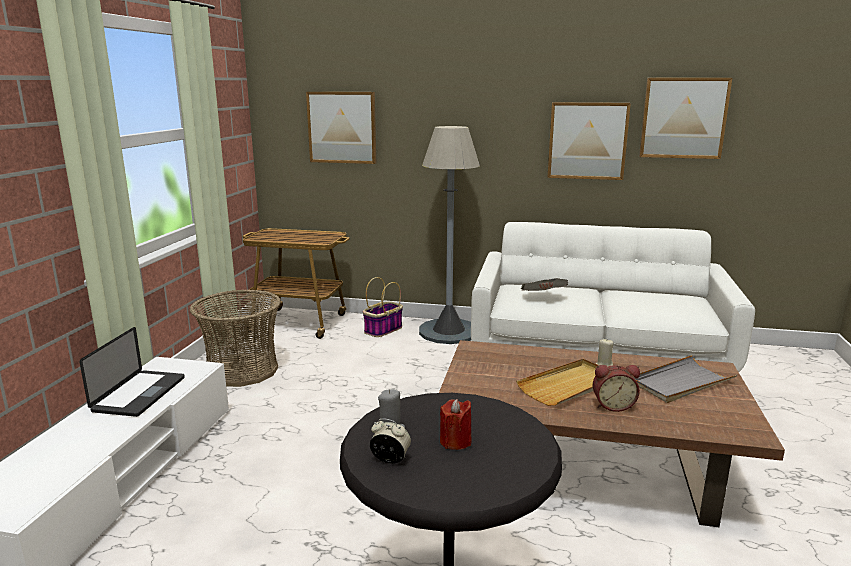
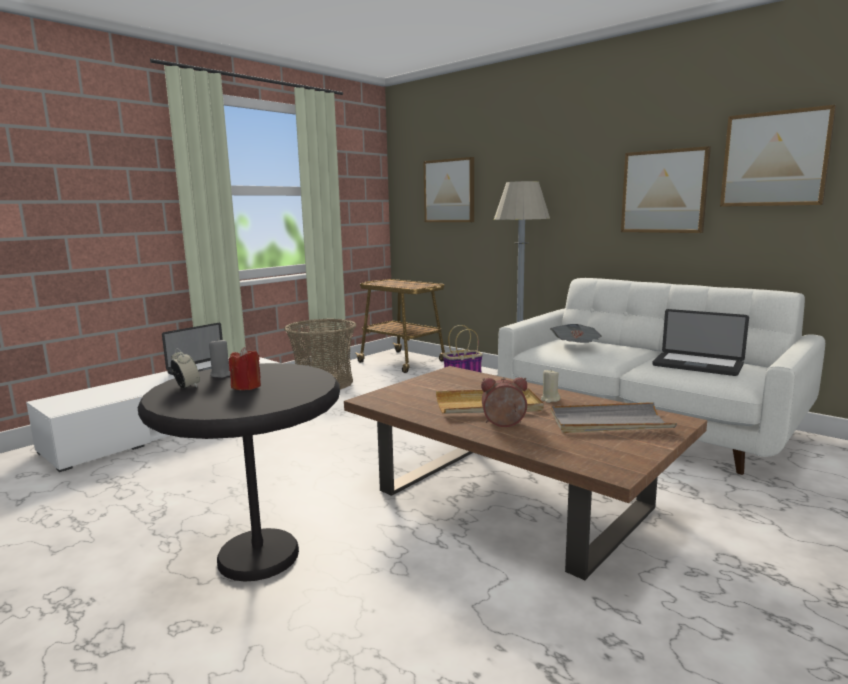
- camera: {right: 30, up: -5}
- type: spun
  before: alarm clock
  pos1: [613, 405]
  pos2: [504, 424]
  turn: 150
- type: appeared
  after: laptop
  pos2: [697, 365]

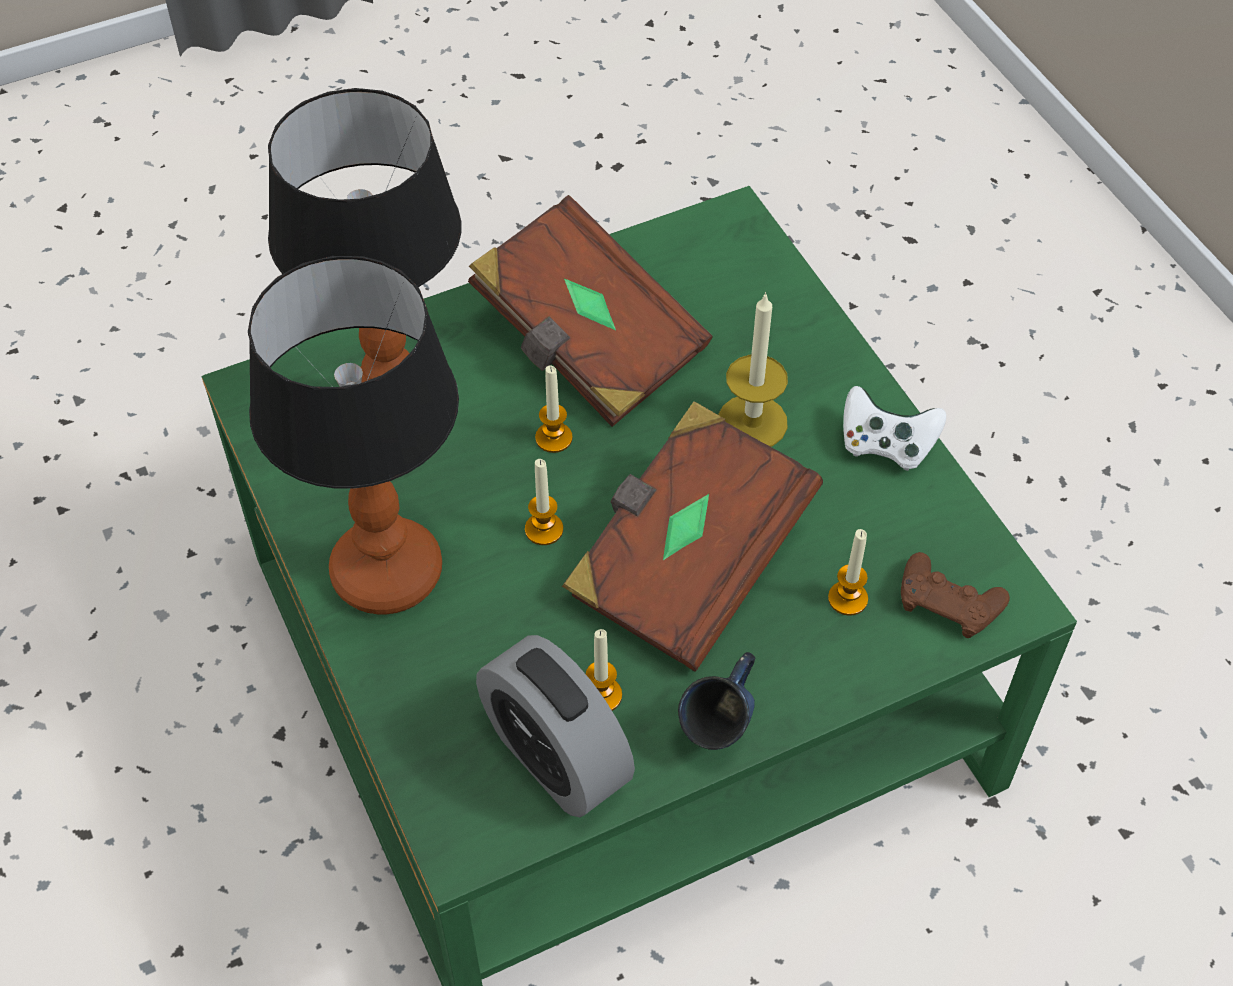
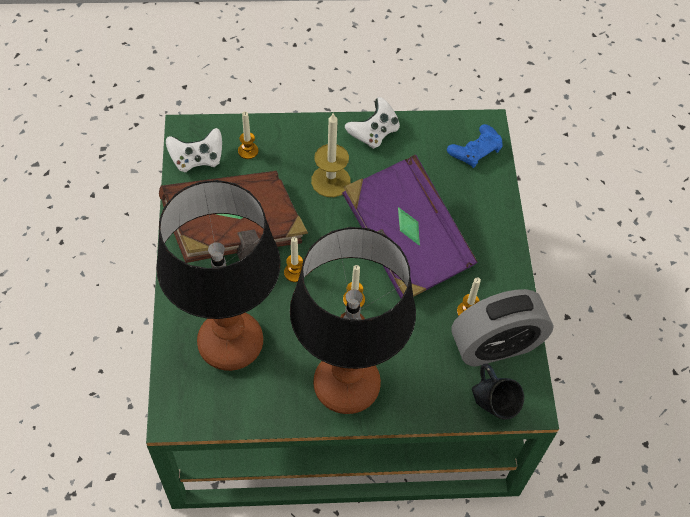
- camera: {right: -70, up: 5}
- type: colour
  before: brown book
  after: purple book
  pos1: [687, 562]
  pos2: [404, 244]
- type: relocated
  before: blue mug
  pos1: [720, 731]
  pos2: [491, 405]
- type: relocated
  before: candle
  pos1: [847, 599]
  pos2: [248, 151]
- type: colour
  before: brown game controller
  after: blue game controller
  pos1: [948, 602]
  pos2: [475, 150]
- type: appeared
  after: white game controller
  pos2: [197, 159]

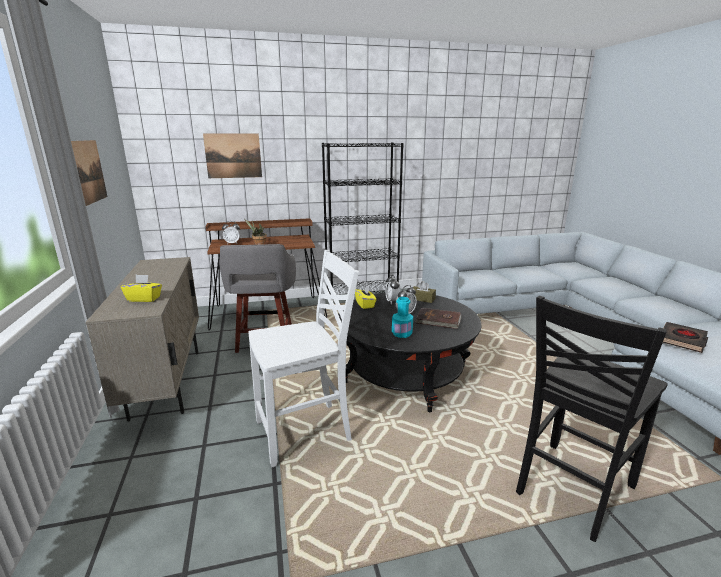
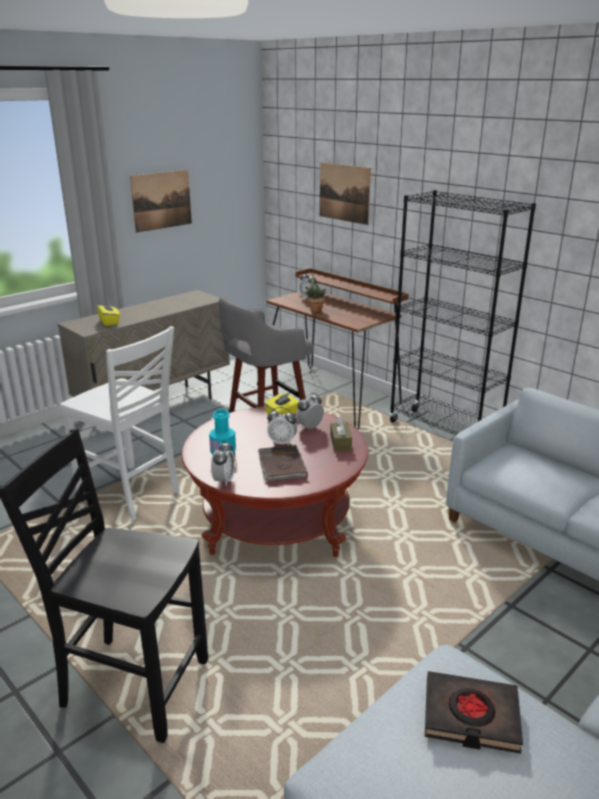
- camera: {right: 60, up: 5}
- type: colour
  before: black coffee table
  after: red coffee table
  pos1: [405, 374]
  pos2: [276, 519]
- type: appeared
  after: alarm clock
  pos2: [223, 480]

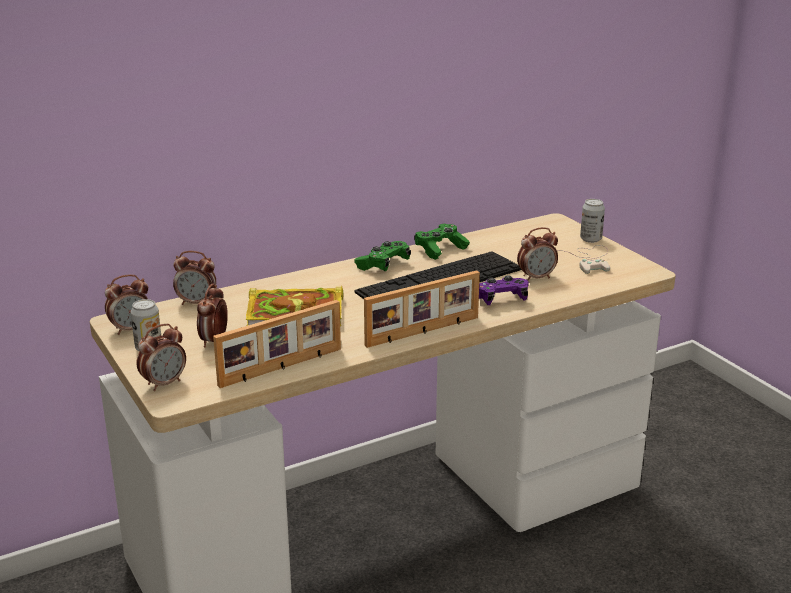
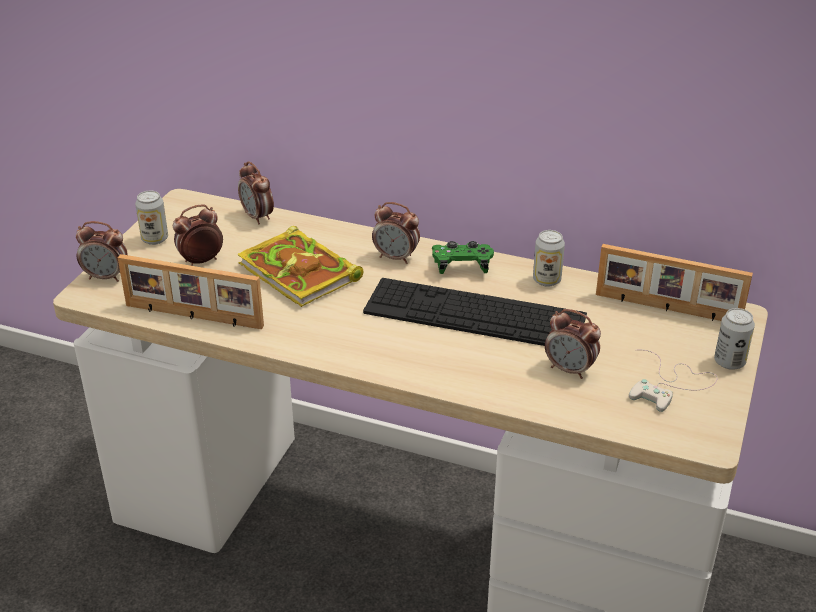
- camera: {right: 50, up: 10}
- type: relocated
  before: alarm clock
  pos1: [131, 329]
  pos2: [396, 257]
- type: relocated
  before: picture frame
  pos1: [423, 332]
  pos2: [667, 309]
- type: exchanged
  before: green game controller
  after: can
  pos1: [440, 249]
  pos2: [546, 280]
- type: missing
  before: purple game controller
  pos1: [499, 299]

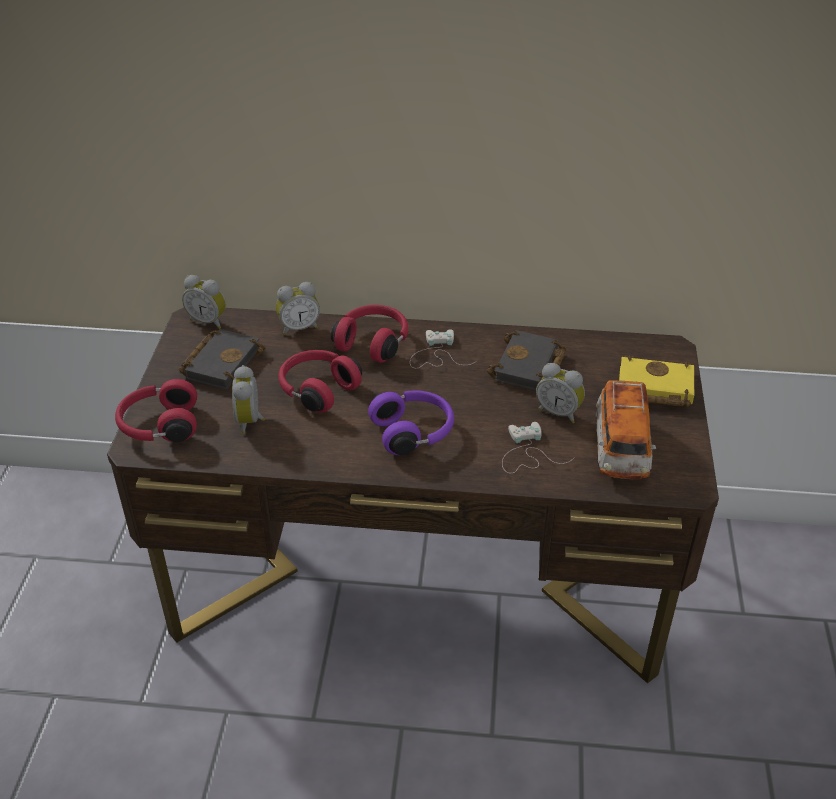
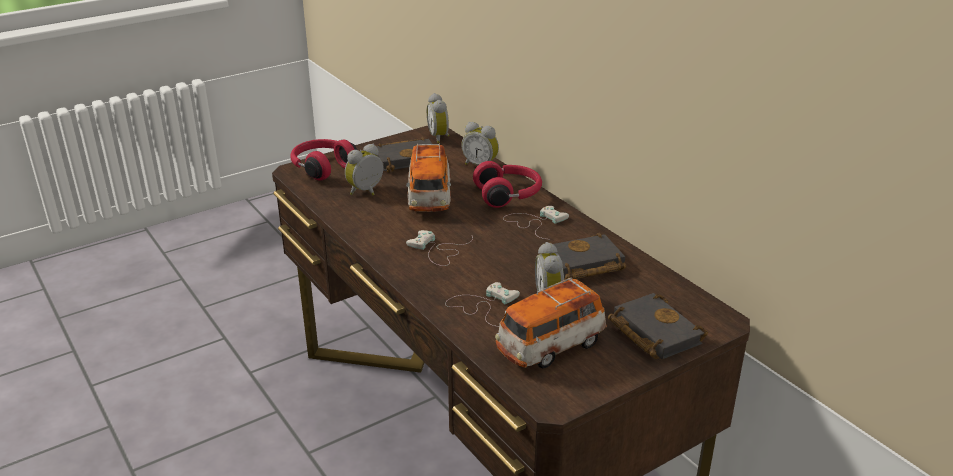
- camera: {right: 50, up: -10}
- type: exchanged
  before: red headphones
  after: toy car
  pos1: [317, 389]
  pos2: [429, 199]
- type: exchanged
  before: purple headphones
  after: white game controller
  pos1: [414, 432]
  pos2: [438, 250]
- type: colour
  before: yellow book
  after: black book
  pos1: [652, 388]
  pos2: [652, 332]

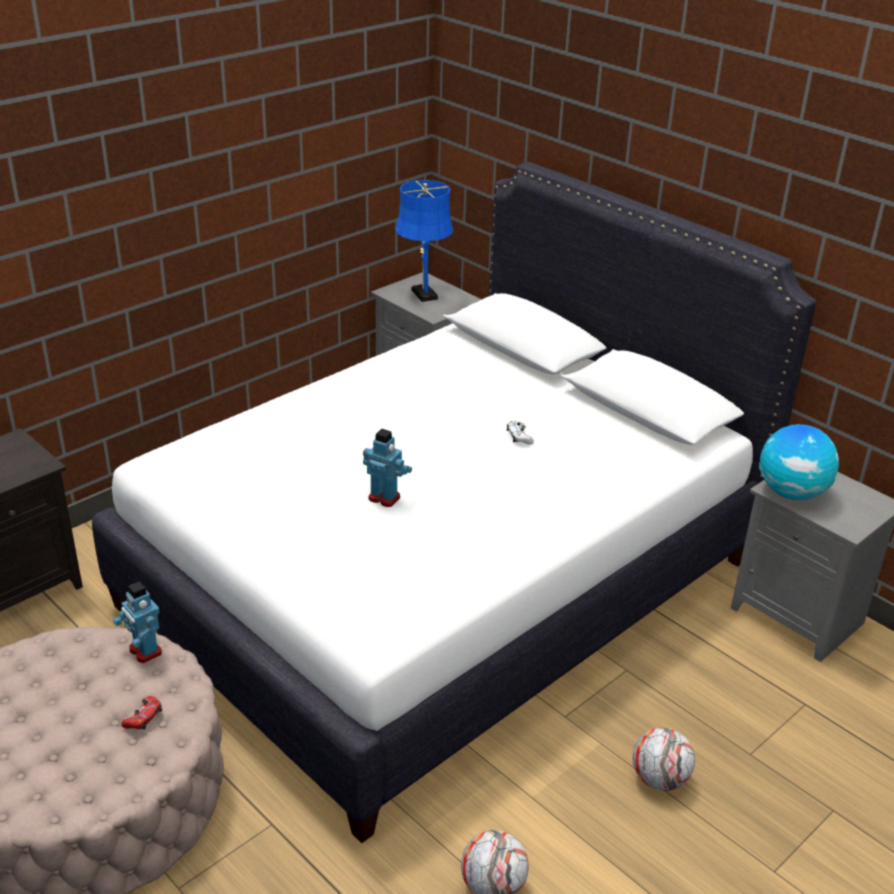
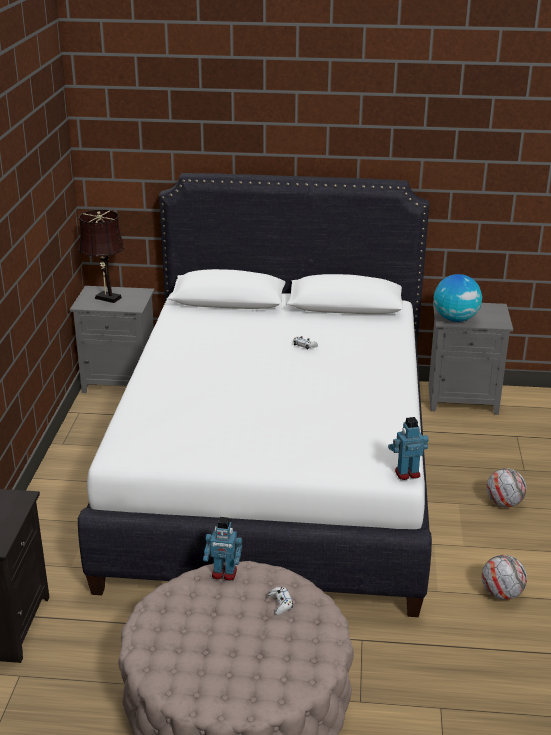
- camera: {right: -40, up: -5}
- type: colour
  before: red game controller
  after: white game controller
  pos1: [143, 717]
  pos2: [280, 603]
- type: relocated
  before: toy robot
  pos1: [384, 497]
  pos2: [407, 473]
- type: colour
  before: blue table lamp
  after: brown table lamp
  pos1: [423, 293]
  pos2: [106, 297]

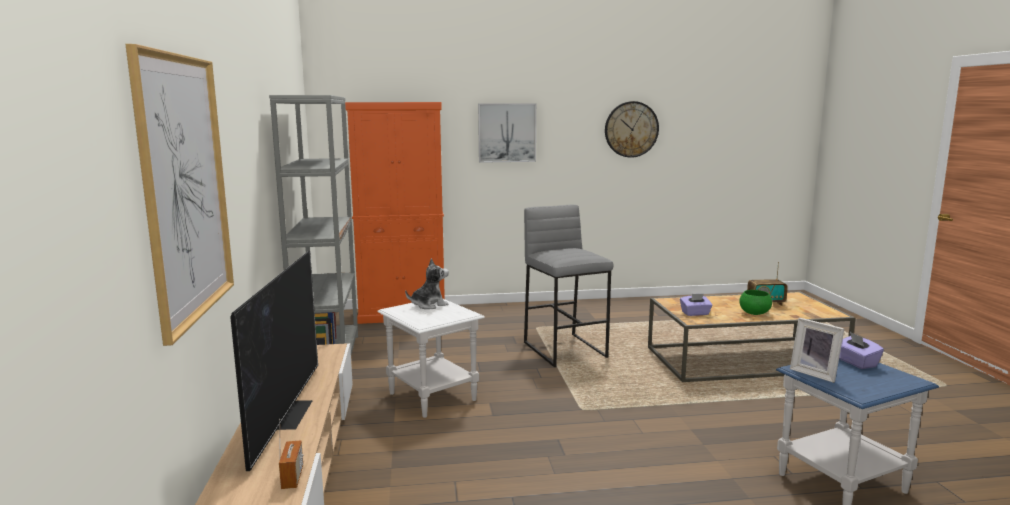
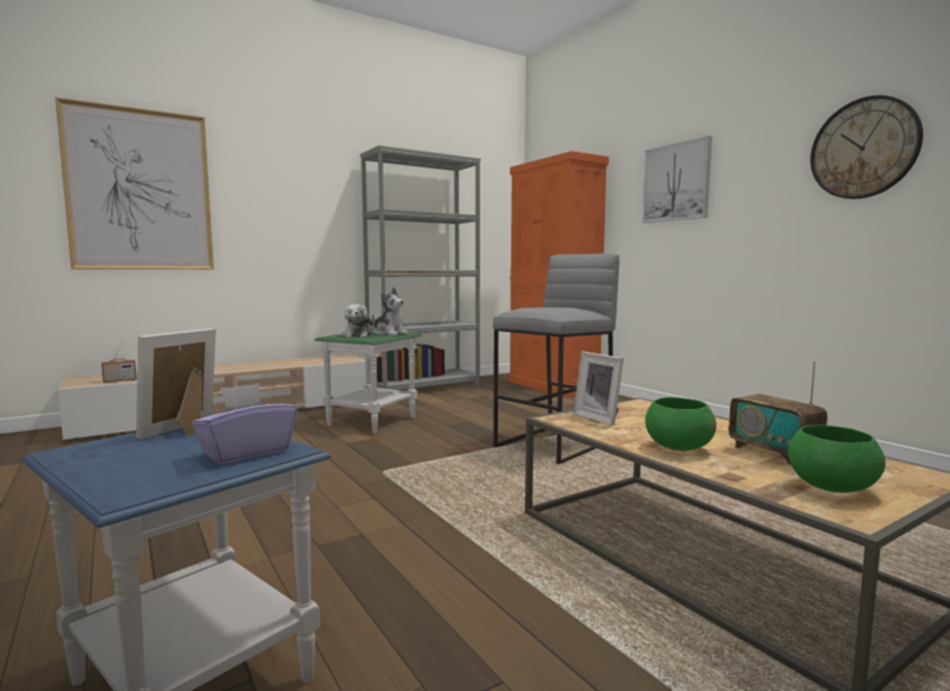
- camera: {right: 65, up: -5}
- type: missing
  before: television
  pos1: [287, 413]
- type: colour
  before: white side table
  after: green side table
  pos1: [432, 396]
  pos2: [372, 421]
- type: exchanged
  before: purple tissue box
  after: picture frame
  pos1: [695, 313]
  pos2: [600, 418]
- type: appeared
  after: plush toy
  pos2: [356, 335]
- type: appeared
  after: green bowl
  pos2: [831, 487]

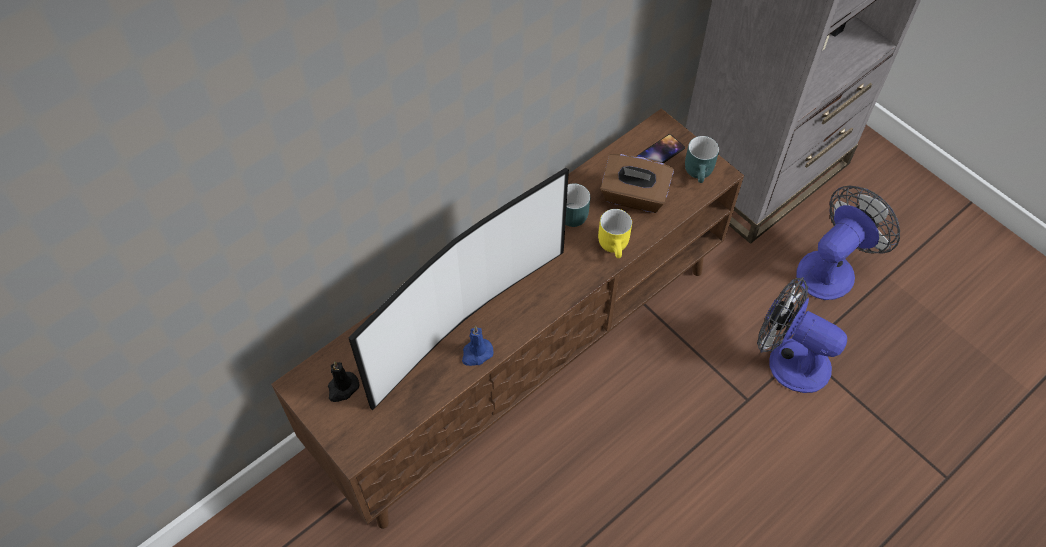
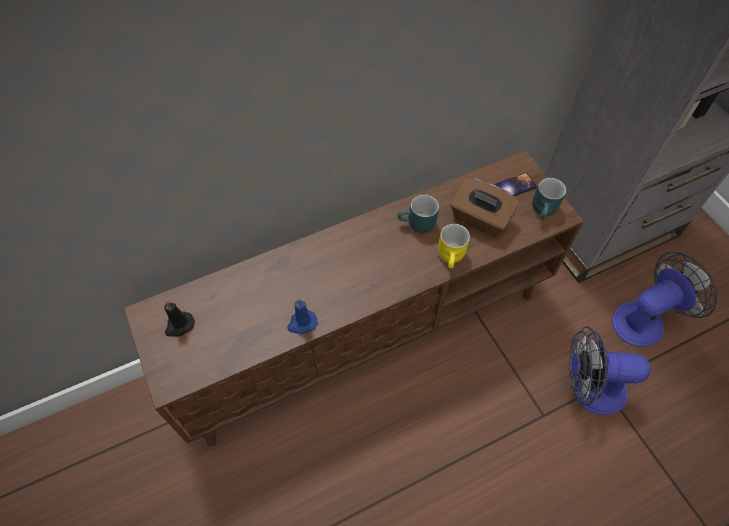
- camera: {right: 15, up: 0}
- type: missing
  before: television
  pos1: [464, 320]
- type: spun
  before: fan
  pos1: [788, 359]
  pos2: [588, 389]
  turn: -45

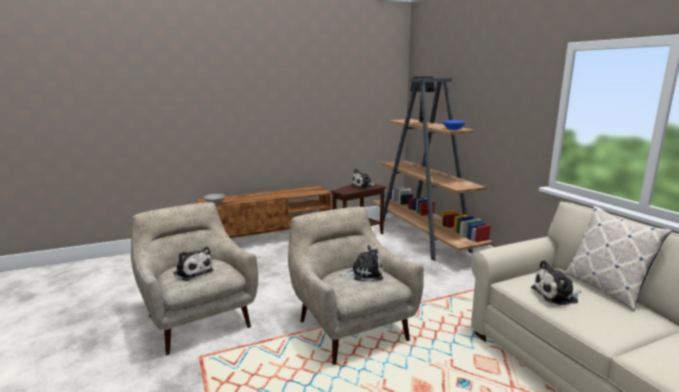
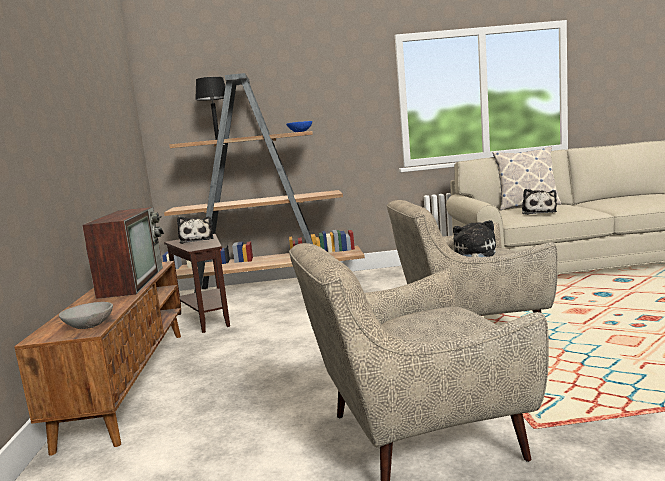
- camera: {right: -70, up: -5}
- type: missing
  before: plush toy
  pos1: [192, 272]
- type: appeared
  after: television
  pos2: [132, 281]

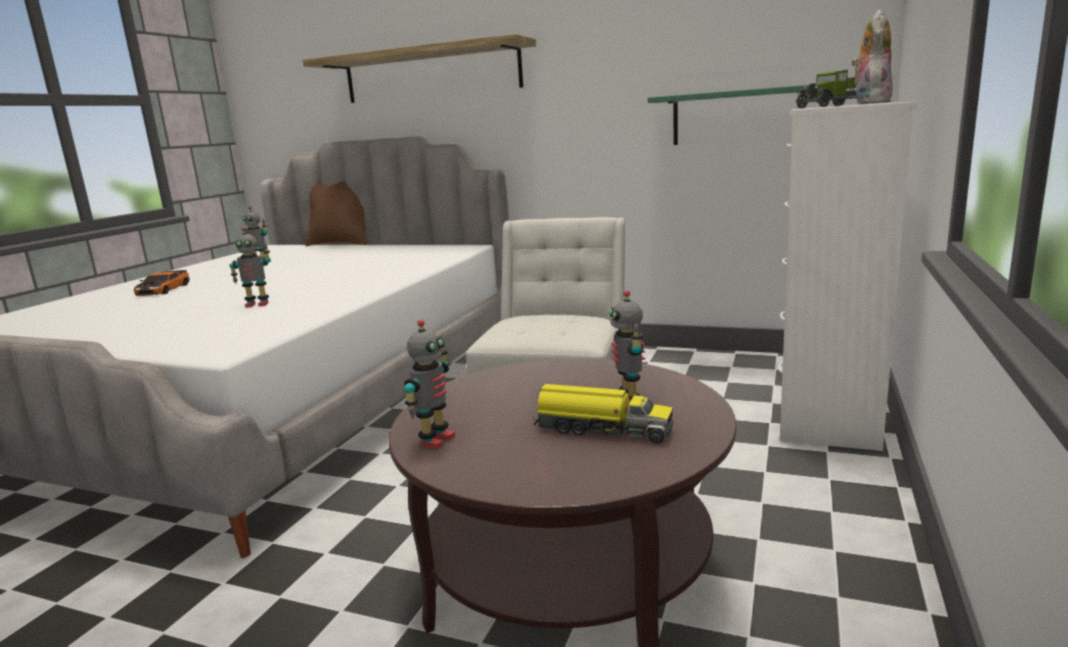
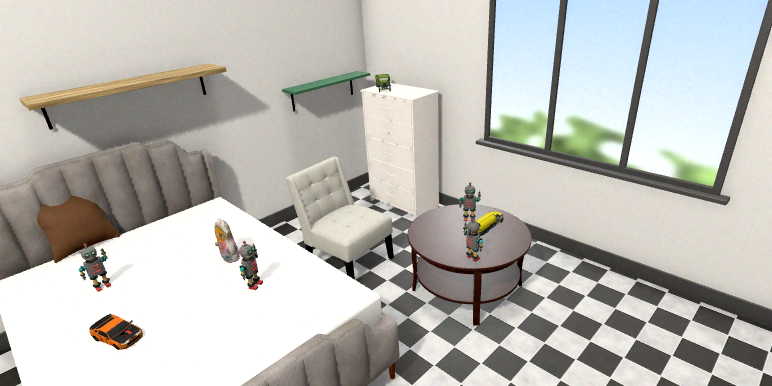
- camera: {right: -65, up: 10}
- type: relocated
  before: plush toy
  pos1: [869, 103]
  pos2: [228, 257]

